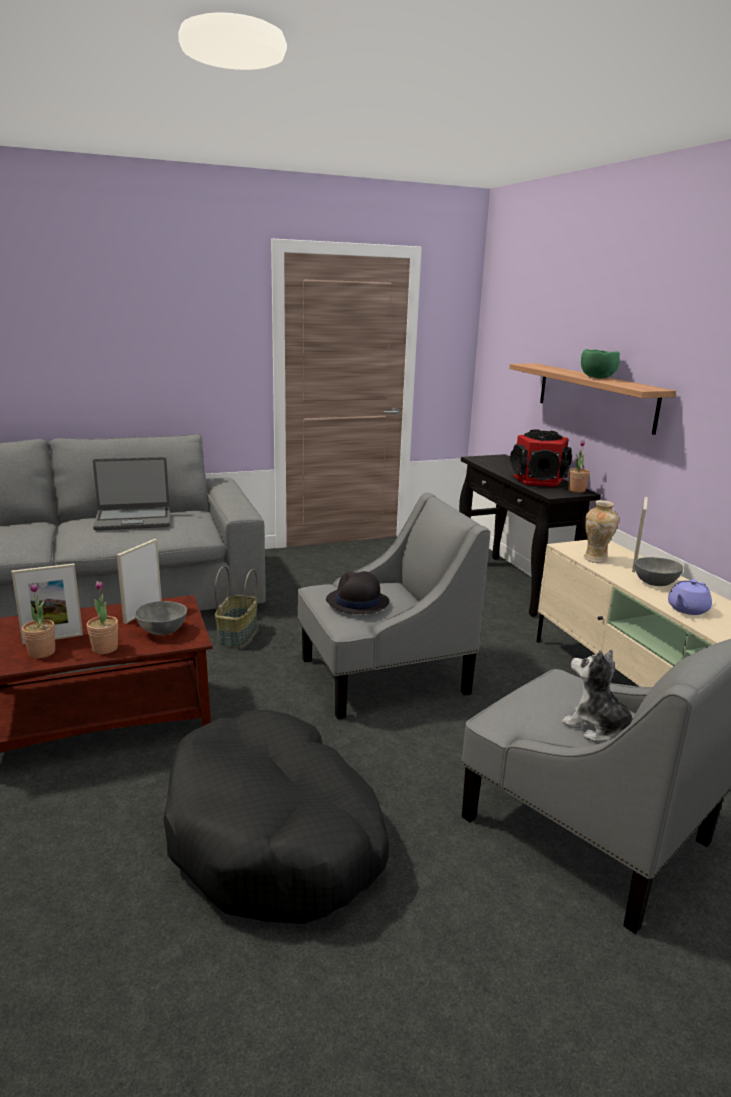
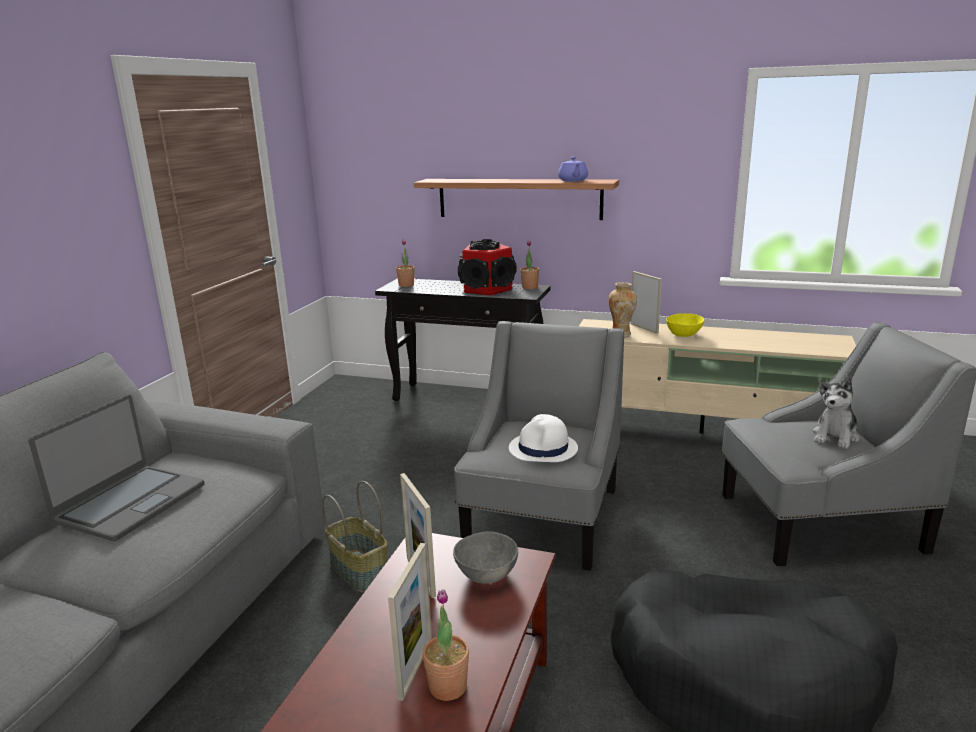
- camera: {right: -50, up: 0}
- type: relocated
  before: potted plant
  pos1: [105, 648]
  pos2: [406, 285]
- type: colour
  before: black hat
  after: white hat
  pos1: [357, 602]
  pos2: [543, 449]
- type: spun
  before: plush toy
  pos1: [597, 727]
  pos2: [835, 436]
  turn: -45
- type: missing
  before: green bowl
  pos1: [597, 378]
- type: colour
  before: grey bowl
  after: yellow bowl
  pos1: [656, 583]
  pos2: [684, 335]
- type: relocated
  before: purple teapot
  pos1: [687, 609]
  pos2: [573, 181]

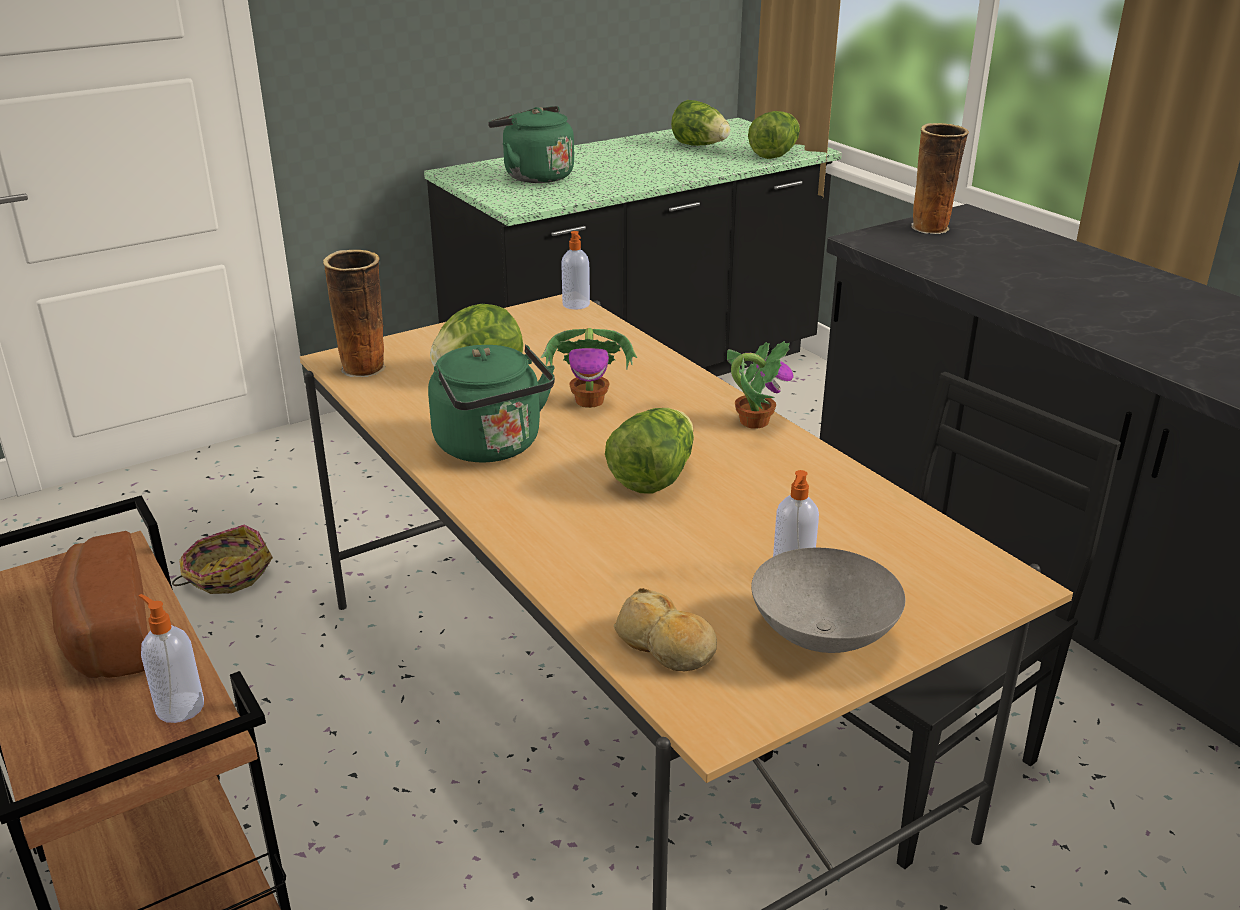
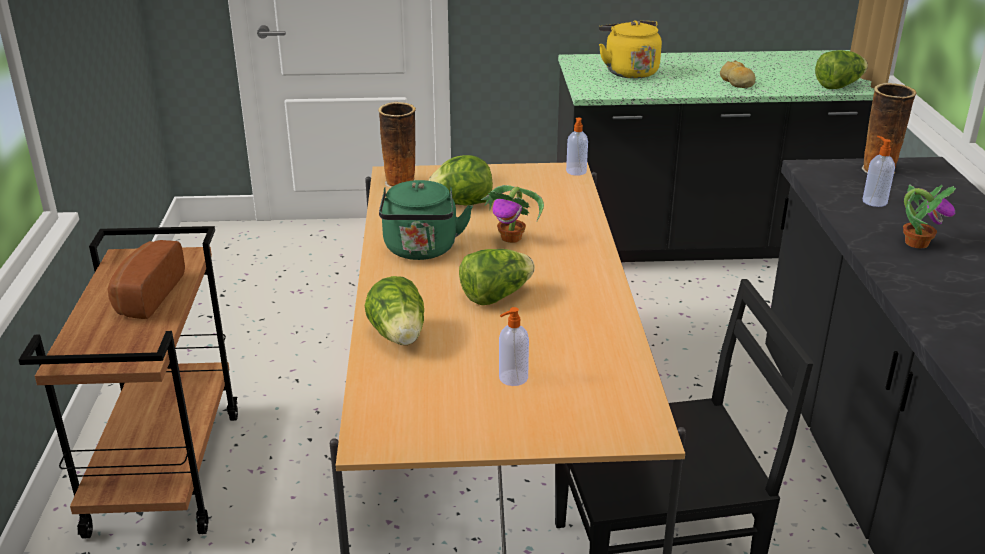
- camera: {right: 30, up: 0}
- type: relocated
  before: soap dispenser
  pos1: [179, 706]
  pos2: [874, 201]
- type: missing
  before: basket
  pos1: [226, 574]
- type: colour
  before: green kettle
  after: yellow kettle
  pos1: [534, 176]
  pos2: [629, 72]
- type: relocated
  before: bread
  pos1: [665, 646]
  pos2: [736, 82]
- type: relocated
  before: lettuce
  pos1: [700, 146]
  pos2: [399, 336]
- type: relocated
  before: potted plant
  pos1: [753, 421]
  pos2: [916, 243]
- type: missing
  before: grey bowl
  pos1: [824, 634]

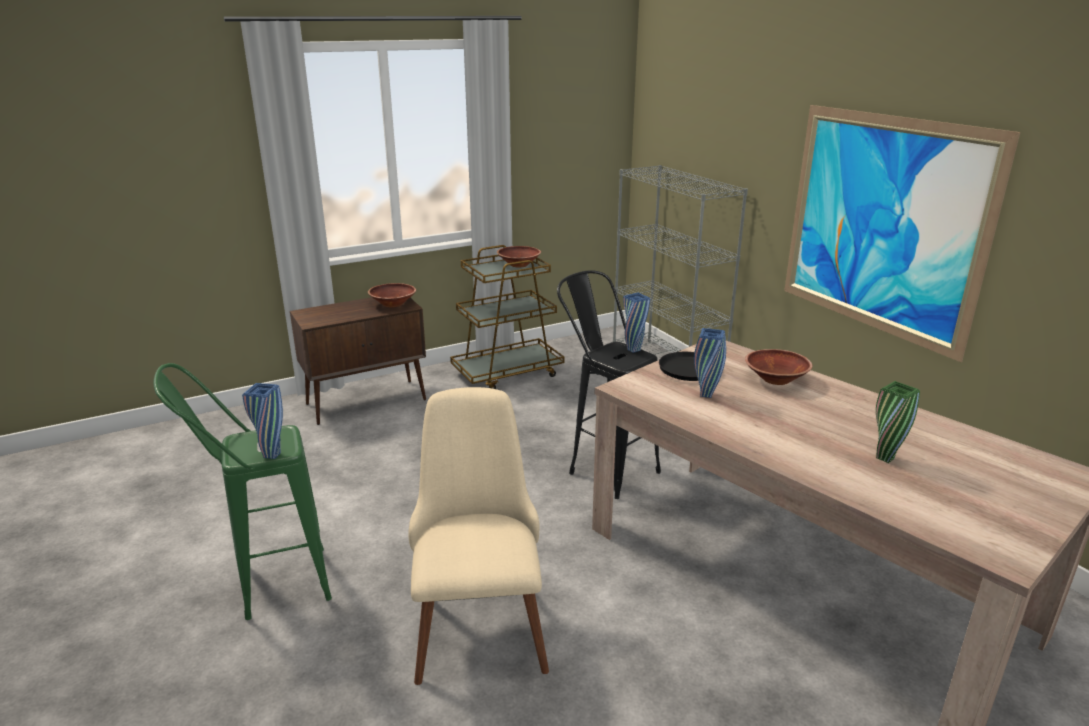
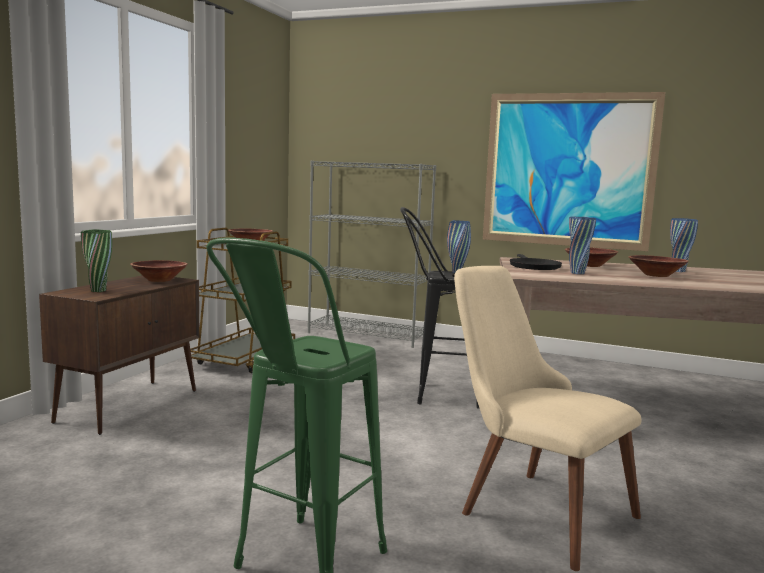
- camera: {right: -40, up: -15}
- type: relocated
  before: blue vase
  pos1: [272, 455]
  pos2: [678, 271]
- type: relocated
  before: green vase
  pos1: [885, 458]
  pos2: [98, 291]
- type: appeared
  after: brown bowl
  pos2: [656, 275]

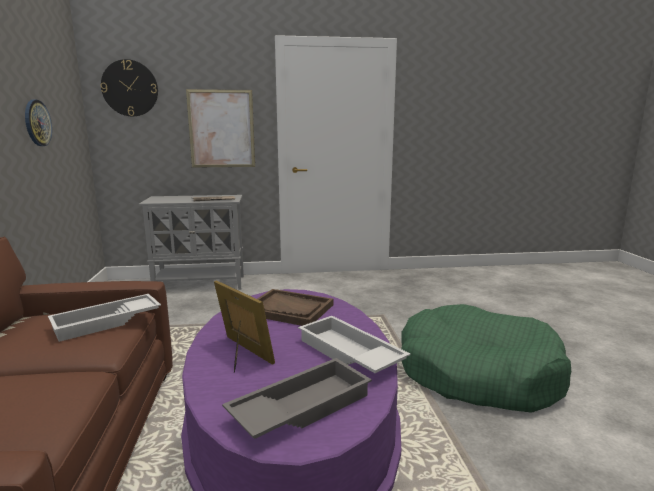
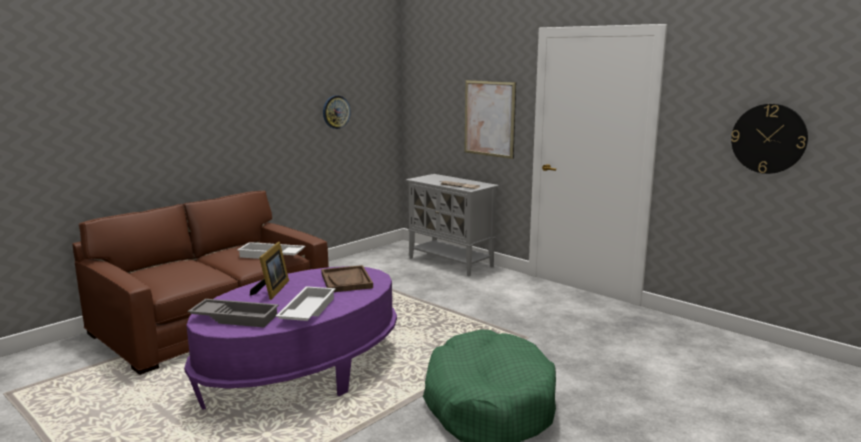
- camera: {right: 50, up: 0}
- type: relocated
  before: wall clock
  pos1: [130, 88]
  pos2: [768, 138]

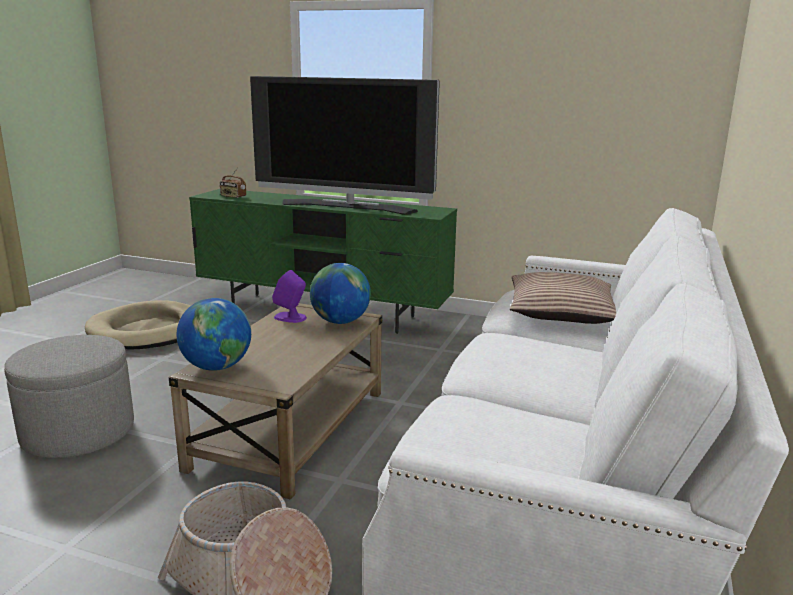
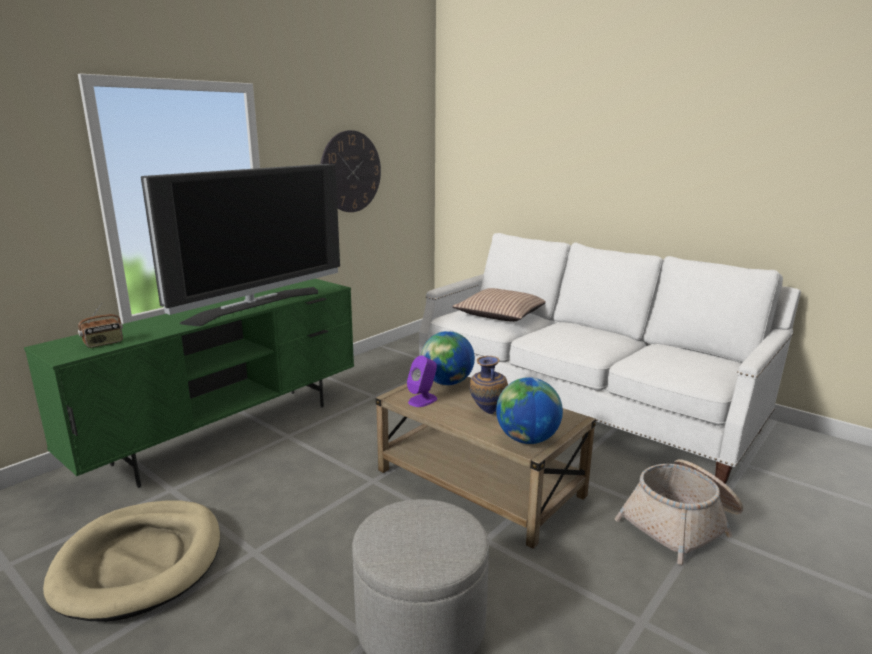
- camera: {right: -70, up: 0}
- type: appeared
  after: wall clock
  pos2: [350, 171]
- type: appeared
  after: vase
  pos2: [487, 413]

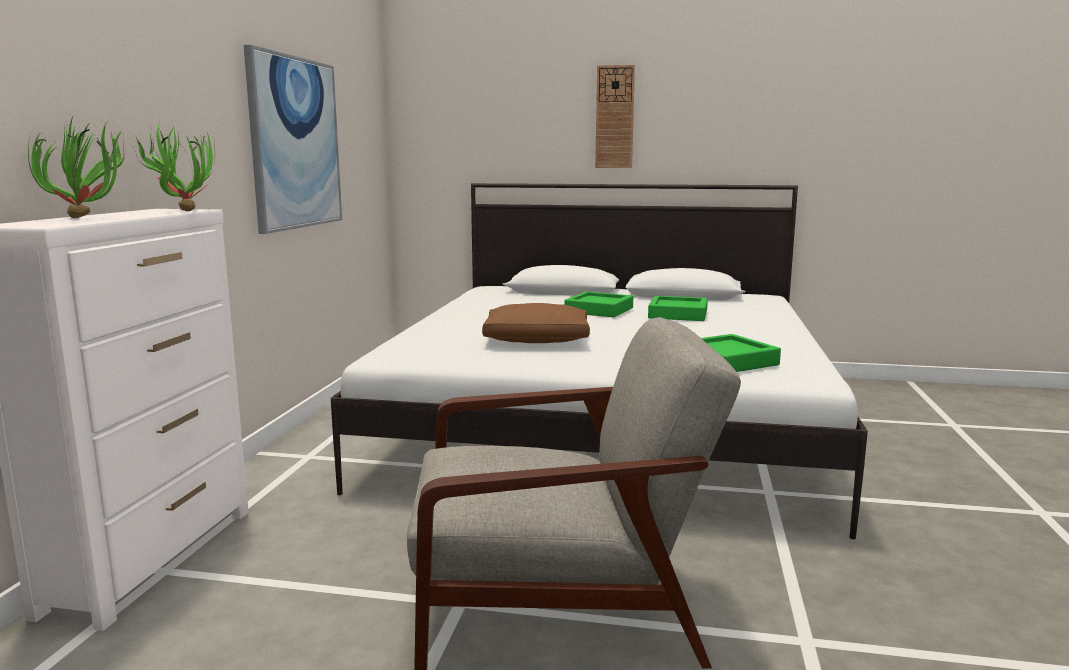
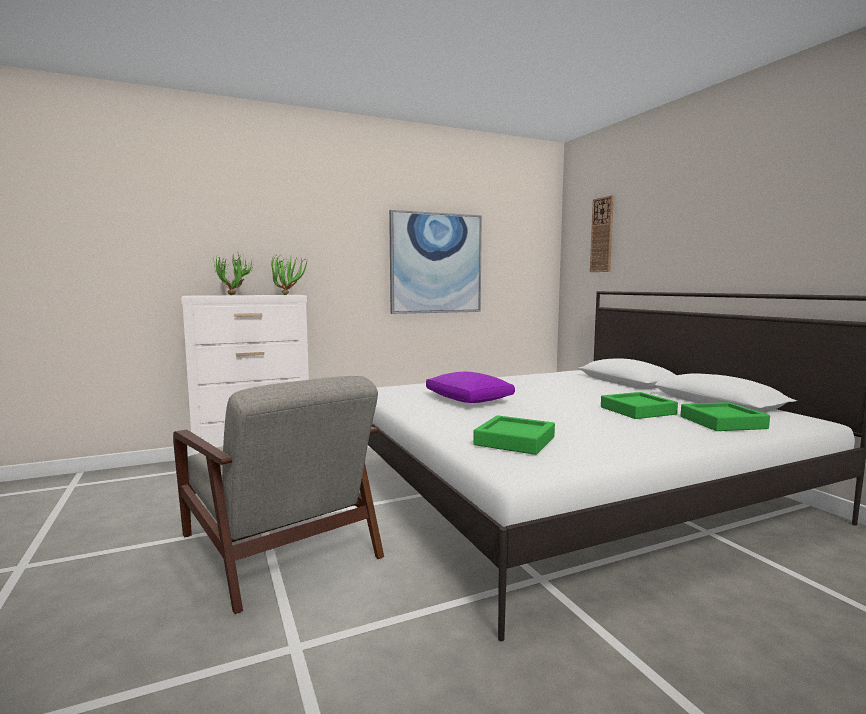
- camera: {right: 55, up: -5}
- type: colour
  before: brown pillow
  after: purple pillow
  pos1: [538, 339]
  pos2: [469, 399]
- type: relocated
  before: green tray
  pos1: [599, 310]
  pos2: [722, 422]
- type: relocated
  before: wall clock
  pos1: [614, 117]
  pos2: [602, 235]

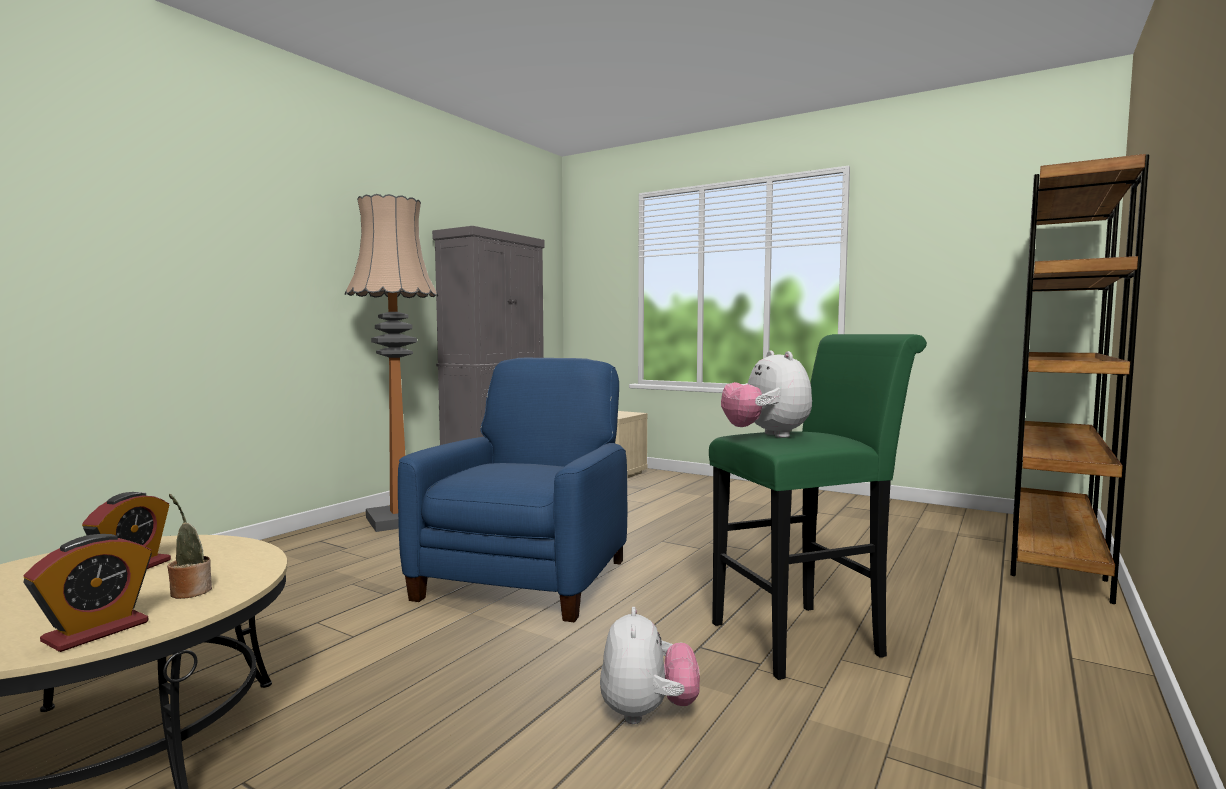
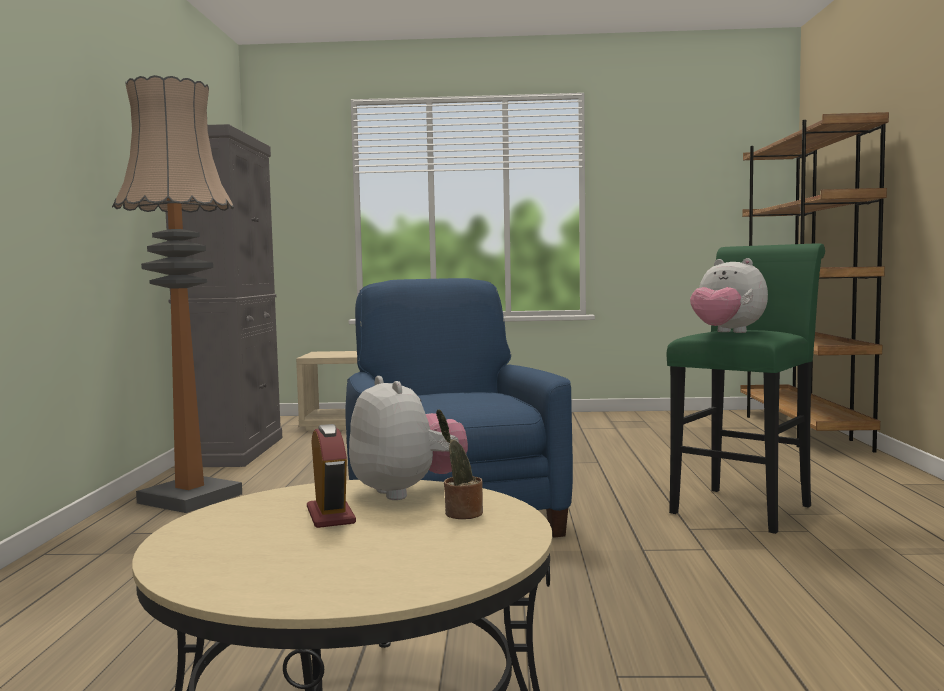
- camera: {right: -30, up: 0}
- type: missing
  before: alarm clock
  pos1: [96, 632]
- type: relocated
  before: plush toy
  pos1: [647, 713]
  pos2: [406, 492]

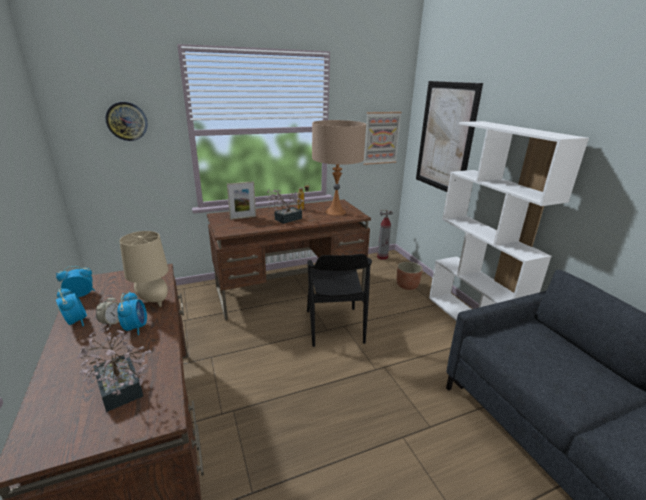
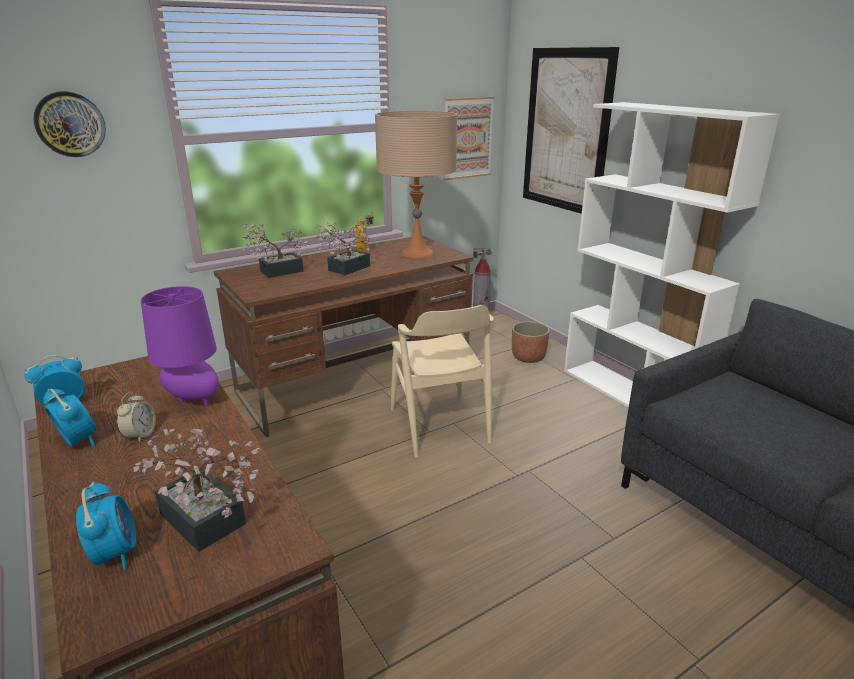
- camera: {right: -10, up: 0}
- type: relocated
  before: alarm clock
  pos1: [136, 327]
  pos2: [115, 553]
- type: colour
  before: beige table lamp
  after: purple table lamp
  pos1: [153, 302]
  pos2: [192, 401]
- type: exchanged
  before: picture frame
  after: potted plant
  pos1: [243, 217]
  pos2: [276, 272]
- type: colour
  before: black chair
  after: beige chair
  pos1: [334, 326]
  pos2: [439, 425]

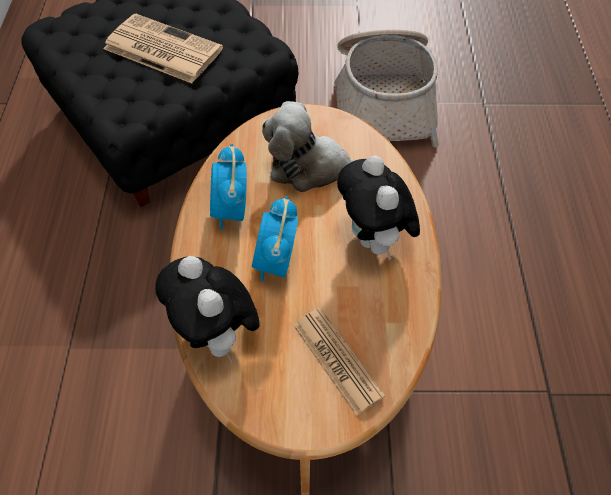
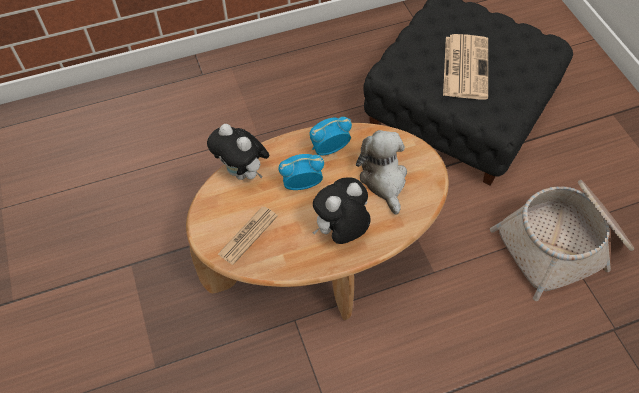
- camera: {right: 70, up: 0}
- type: spun
  before: plush toy
  pos1: [217, 334]
  pos2: [243, 173]
  turn: -90

